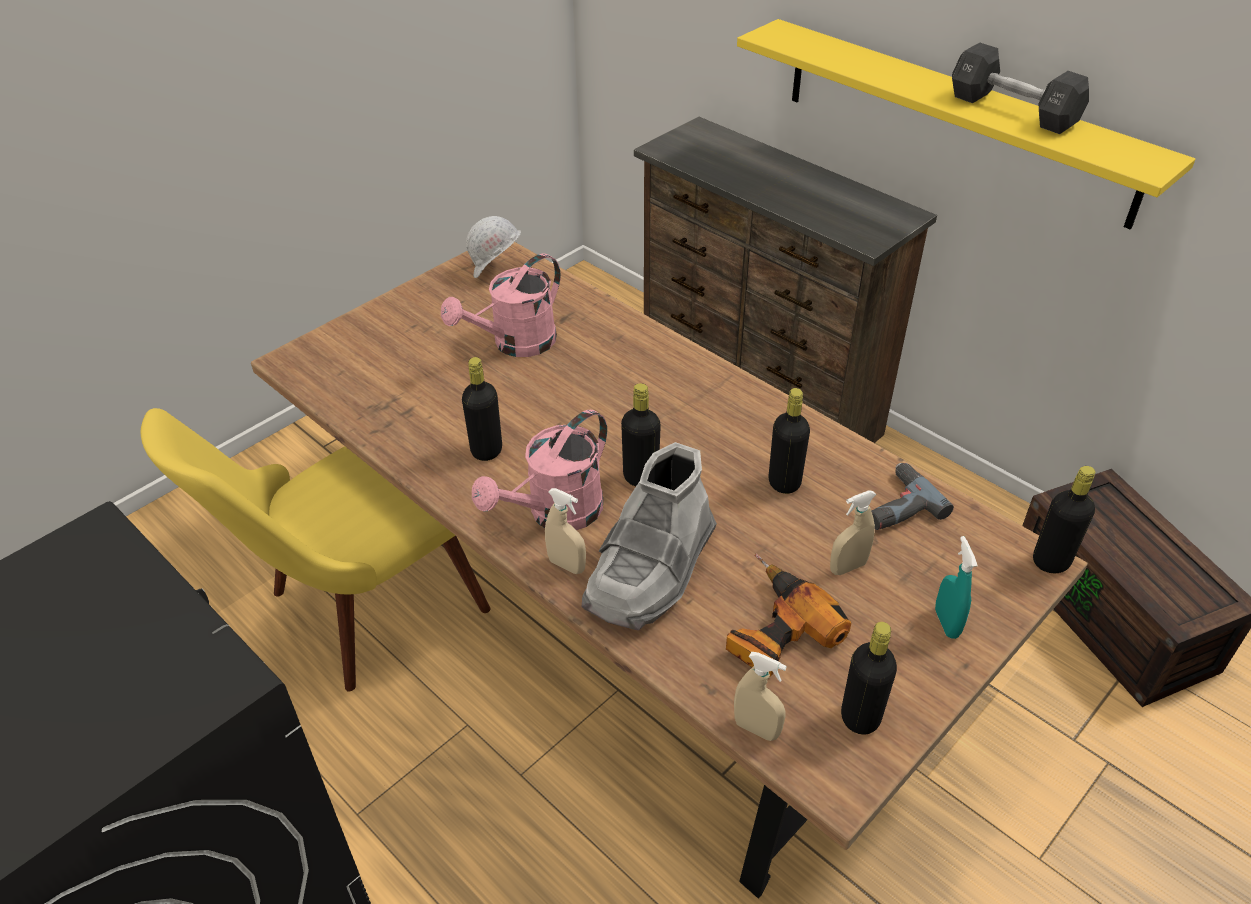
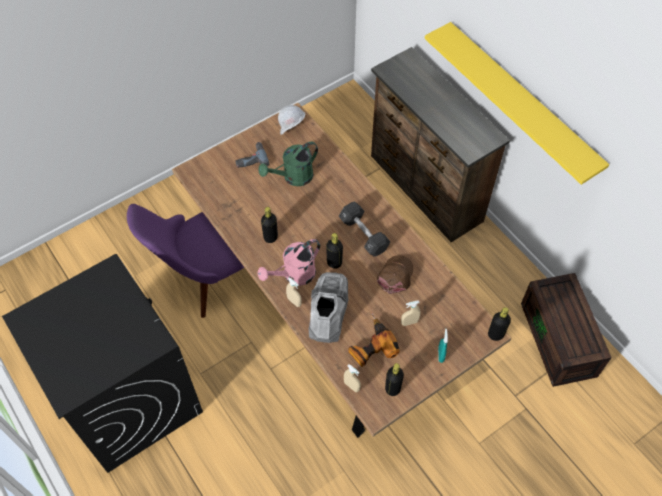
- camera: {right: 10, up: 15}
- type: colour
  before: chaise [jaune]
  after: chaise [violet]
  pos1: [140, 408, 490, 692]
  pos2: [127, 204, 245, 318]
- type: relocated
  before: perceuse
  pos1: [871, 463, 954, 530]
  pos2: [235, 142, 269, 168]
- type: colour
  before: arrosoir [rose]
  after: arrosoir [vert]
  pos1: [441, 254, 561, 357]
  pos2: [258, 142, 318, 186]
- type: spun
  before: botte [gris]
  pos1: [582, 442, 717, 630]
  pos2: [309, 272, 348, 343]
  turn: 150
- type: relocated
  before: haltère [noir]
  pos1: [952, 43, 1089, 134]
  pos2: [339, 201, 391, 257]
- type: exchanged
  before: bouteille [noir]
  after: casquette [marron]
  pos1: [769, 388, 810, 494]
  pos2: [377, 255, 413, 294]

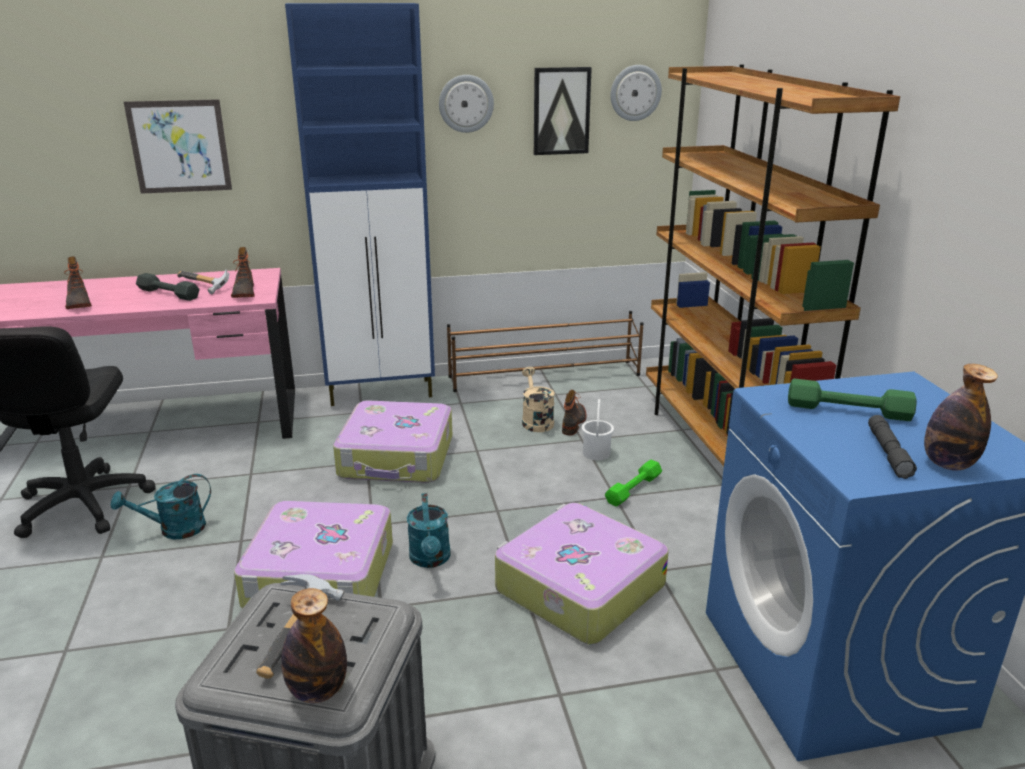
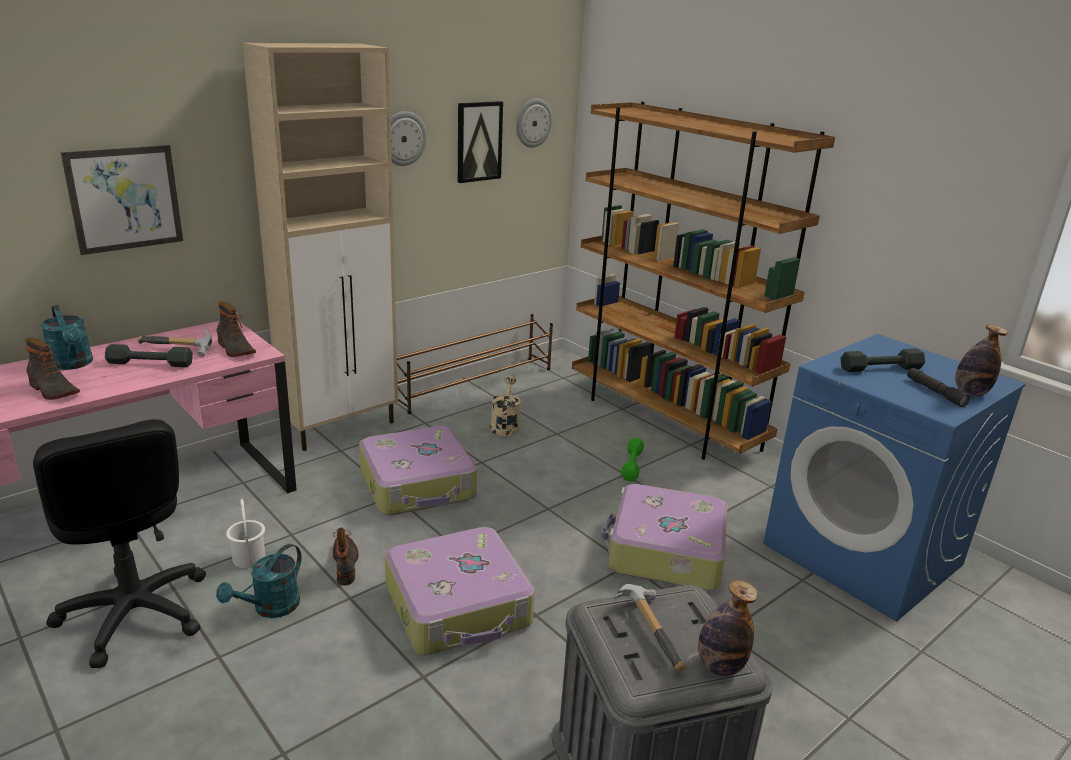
- camera: {right: -30, up: 0}
- type: relocated
  before: arrosoir [turquoise]
  pos1: [407, 493, 451, 568]
  pos2: [40, 305, 93, 370]
- type: relocated
  before: seau [blanc]
  pos1: [582, 399, 614, 460]
  pos2: [226, 499, 265, 568]
- type: colour
  before: meuble de rangement [bleu]
  after: meuble de rangement [beige]
  pos1: [285, 3, 435, 406]
  pos2: [242, 43, 398, 451]
- type: relocated
  before: botte
  pos1: [562, 390, 586, 435]
  pos2: [333, 528, 359, 585]
- type: spun
  before: arrosoir [beige]
  pos1: [522, 367, 555, 432]
  pos2: [490, 376, 521, 436]
  turn: 45
- type: colour
  before: haltère [vert]
  after: haltère [gris]
  pos1: [788, 379, 917, 421]
  pos2: [841, 348, 925, 372]

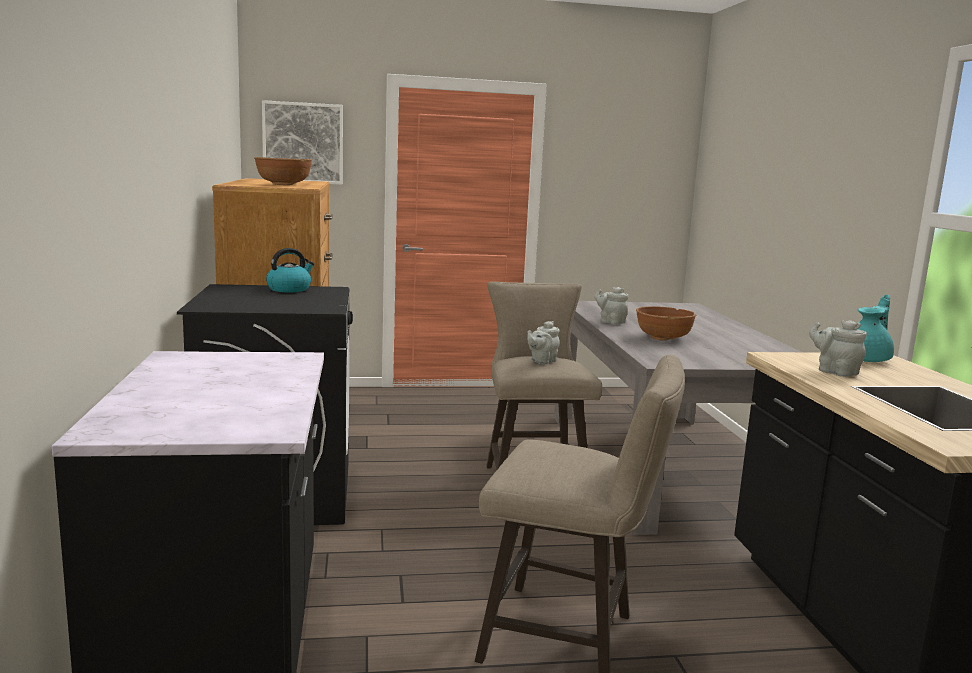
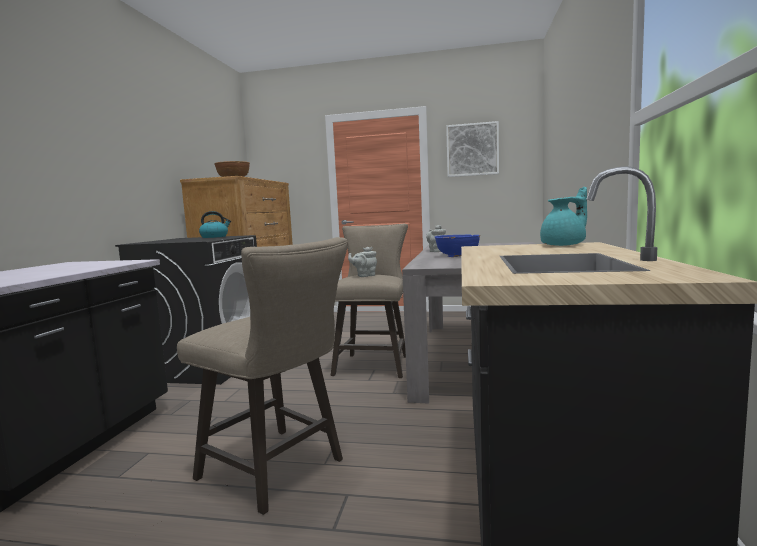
- camera: {right: 20, up: -5}
- type: colour
  before: bol [marron]
  after: bol [bleu]
  pos1: [636, 306, 696, 340]
  pos2: [435, 235, 480, 257]
- type: relocated
  before: tableau
  pos1: [262, 100, 343, 185]
  pos2: [446, 121, 499, 177]
- type: missing
  before: théière [gris]
  pos1: [809, 320, 867, 377]

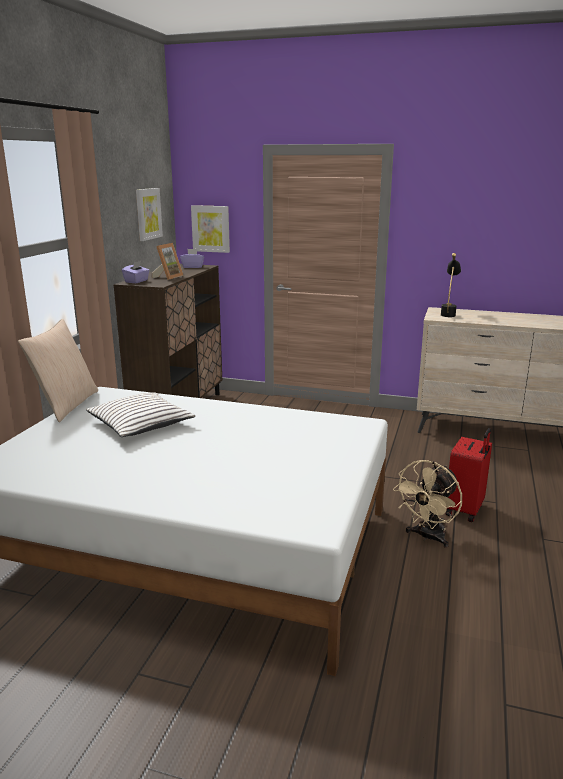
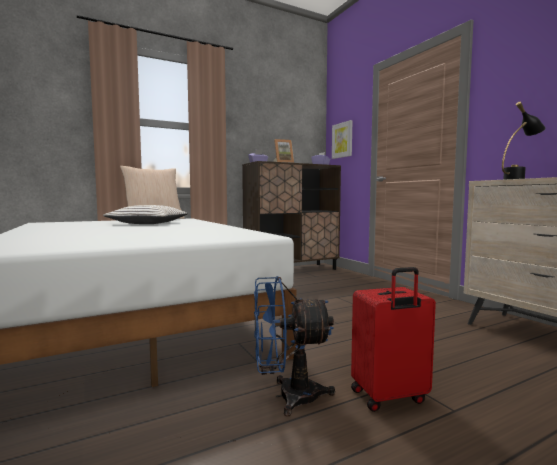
- camera: {right: 45, up: -15}
- type: colour
  before: ventilateur [beige]
  after: ventilateur [bleu]
  pos1: [393, 460, 462, 548]
  pos2: [254, 276, 335, 417]
- type: missing
  before: tableau
  pos1: [136, 188, 163, 241]

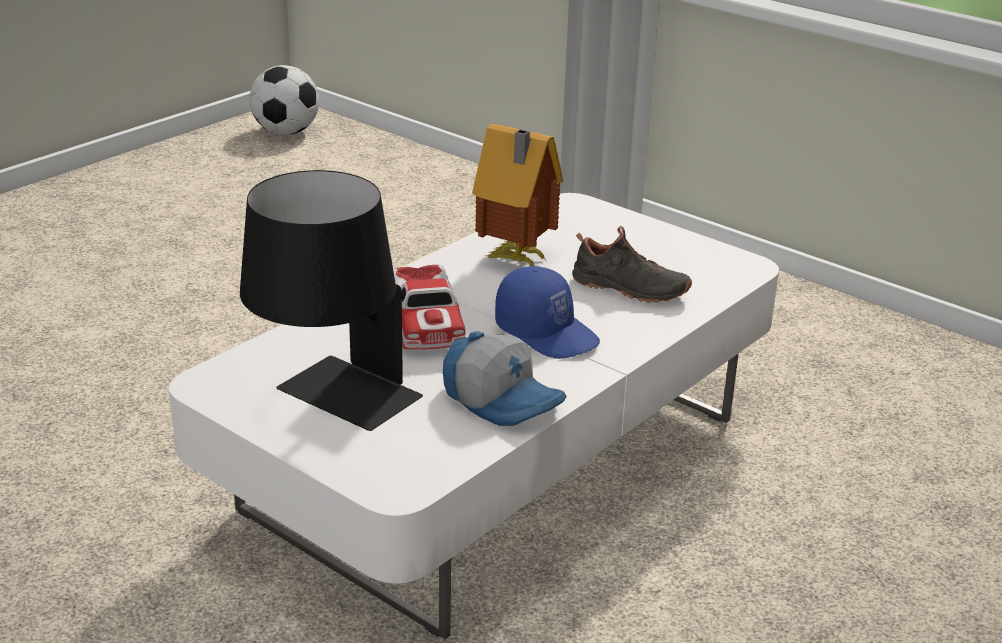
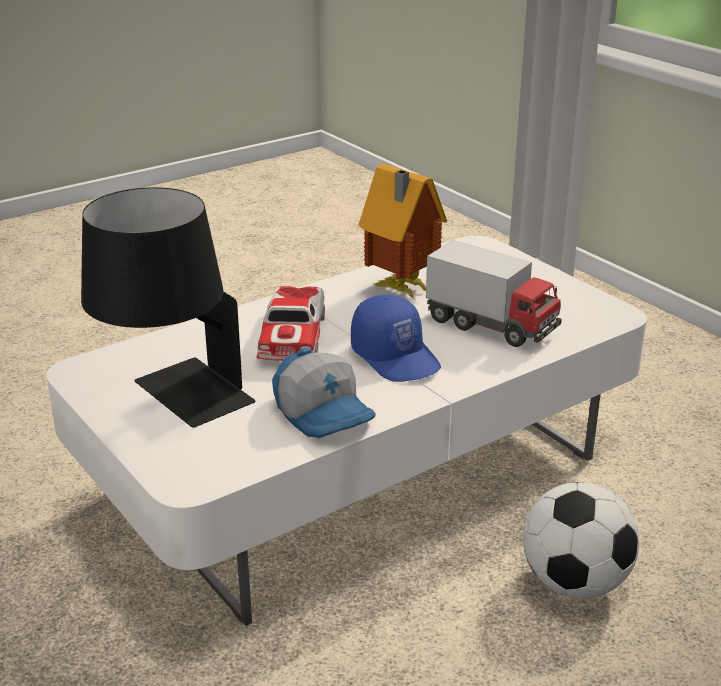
- camera: {right: 15, up: 0}
- type: exchanged
  before: chaussure [noir]
  after: camion jouet
  pos1: [572, 226, 692, 303]
  pos2: [426, 240, 562, 347]
- type: relocated
  before: ballon de foot
  pos1: [249, 65, 319, 135]
  pos2: [523, 482, 640, 598]

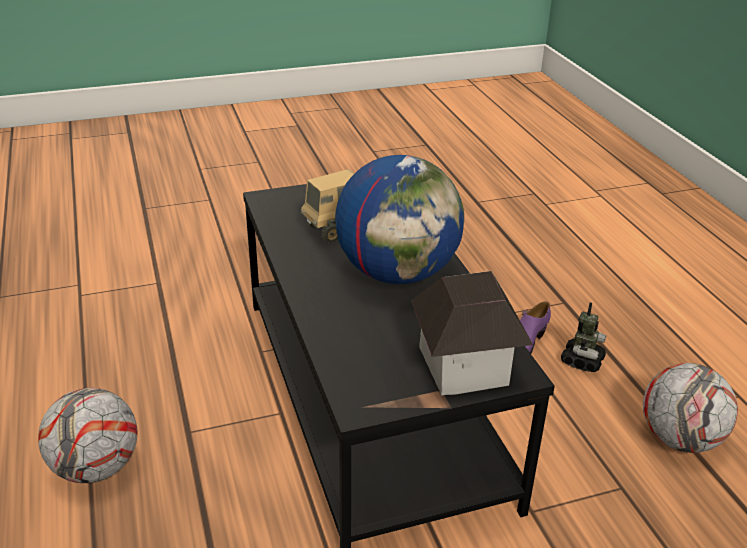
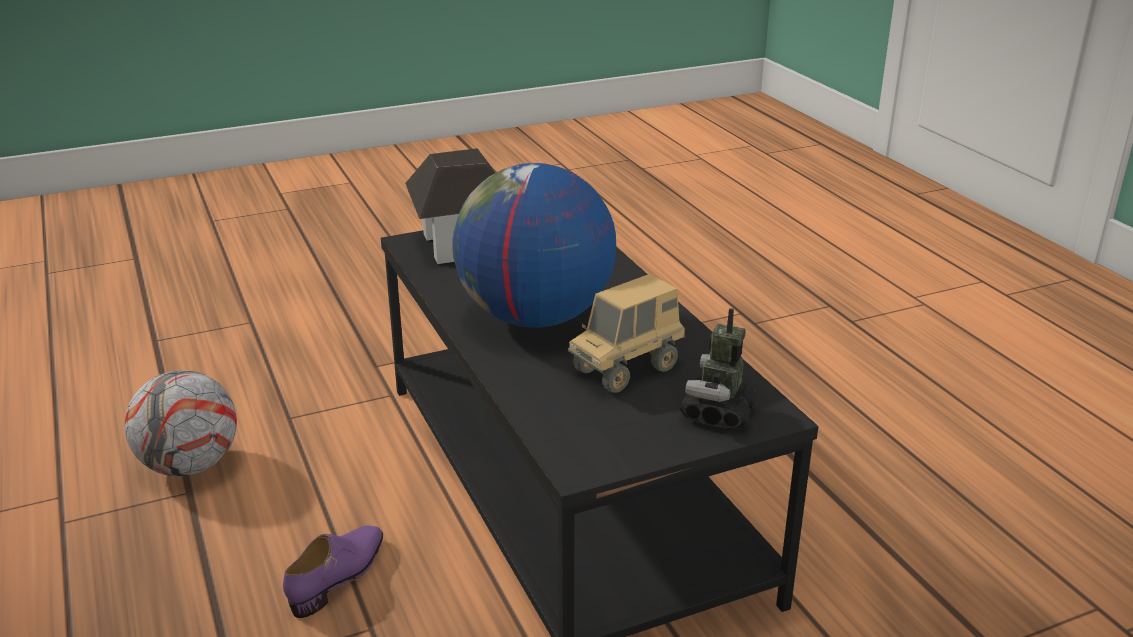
- camera: {right: 175, up: -5}
- type: relocated
  before: robot jouet
  pos1: [561, 302, 606, 372]
  pos2: [680, 308, 758, 429]
- type: missing
  before: ballon de foot
  pos1: [38, 388, 137, 483]

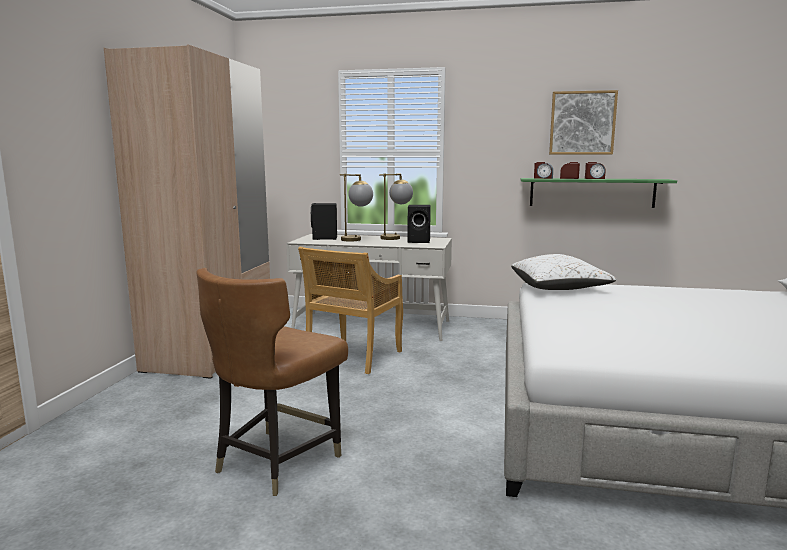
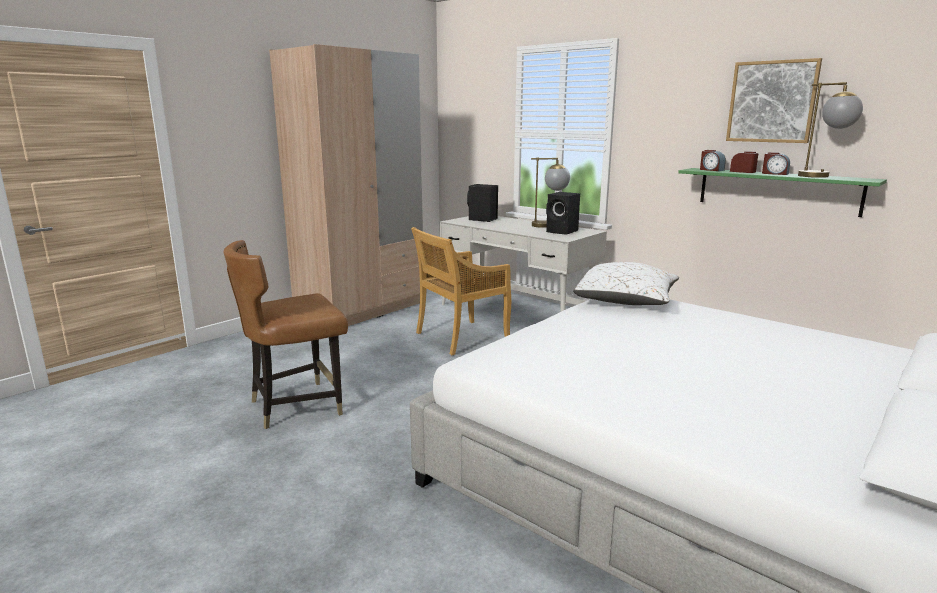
- camera: {right: 30, up: 5}
- type: relocated
  before: lampe de table
  pos1: [340, 174, 373, 242]
  pos2: [798, 82, 863, 178]

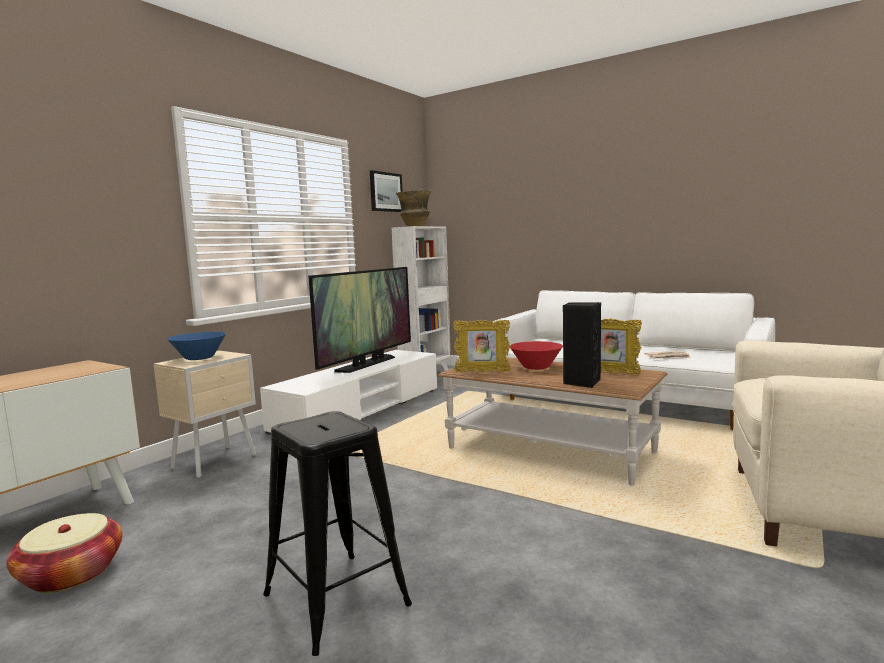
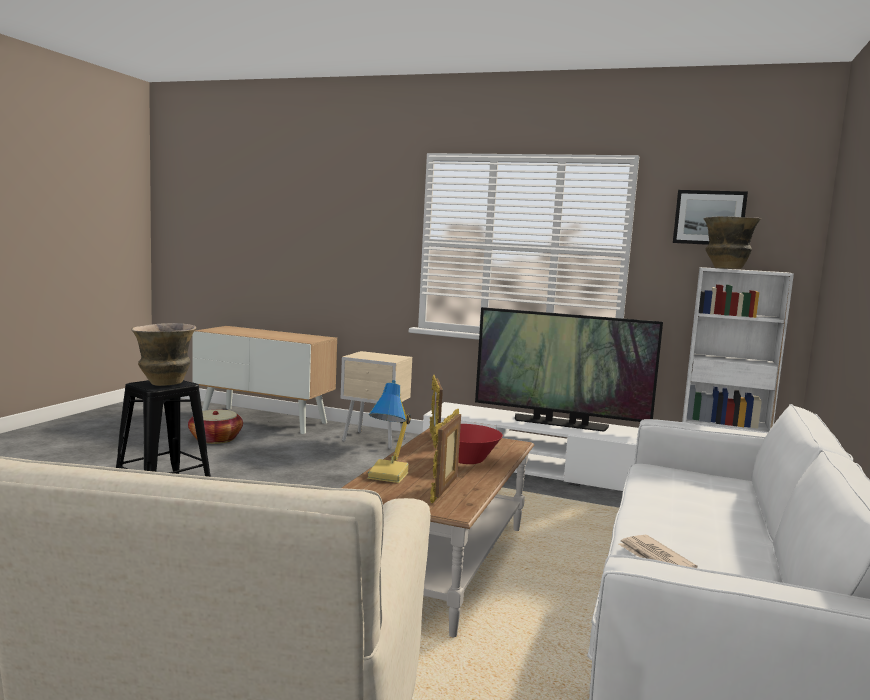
- camera: {right: 75, up: 0}
- type: appeared
  after: vase
  pos2: [131, 323, 196, 386]
- type: exchanged
  before: enceinte [noir]
  after: lampe de table
  pos1: [563, 302, 601, 388]
  pos2: [367, 380, 411, 483]
- type: missing
  before: bol [bleu]
  pos1: [167, 332, 226, 360]

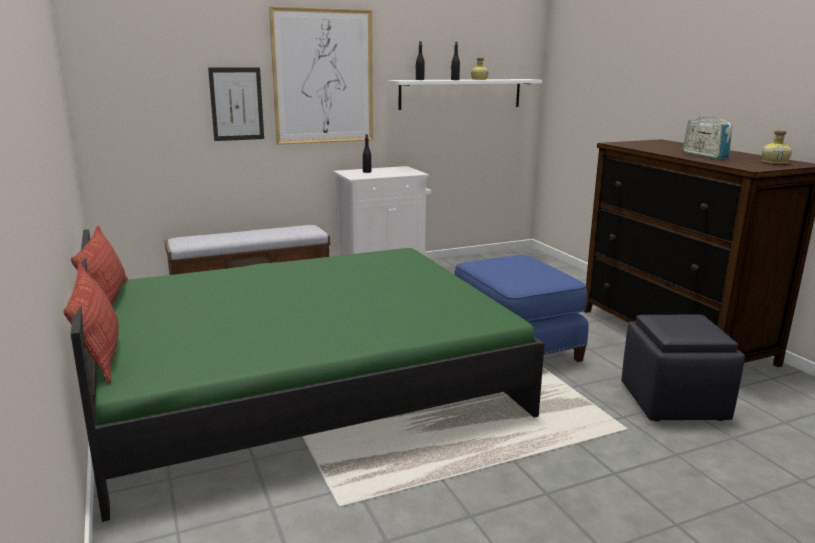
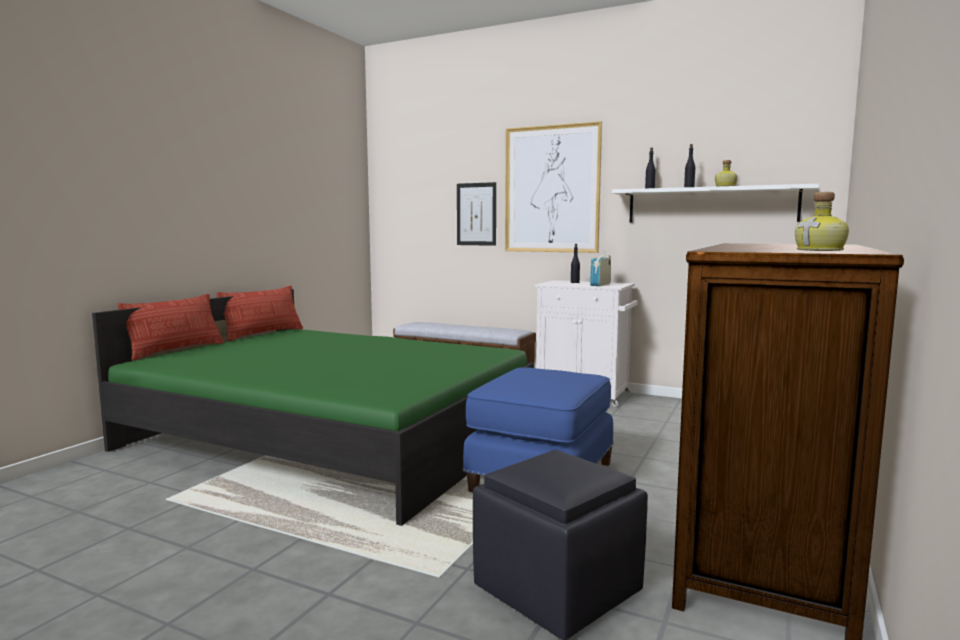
- camera: {right: 50, up: -10}
- type: relocated
  before: radio
  pos1: [683, 112, 733, 159]
  pos2: [590, 251, 611, 286]

